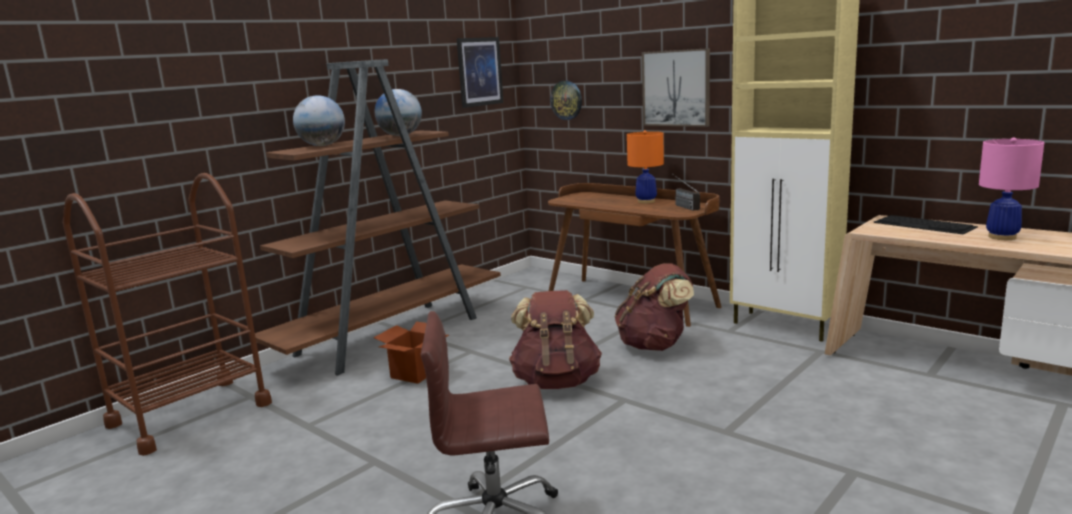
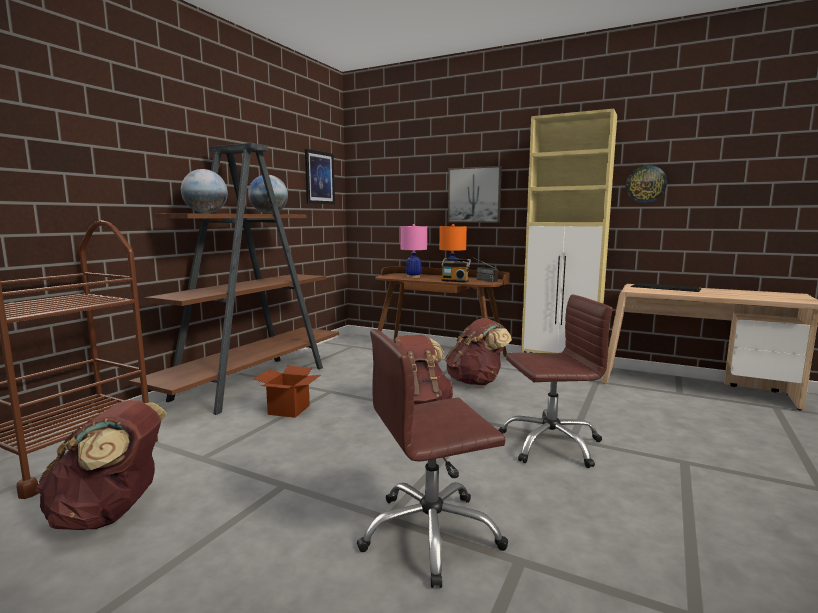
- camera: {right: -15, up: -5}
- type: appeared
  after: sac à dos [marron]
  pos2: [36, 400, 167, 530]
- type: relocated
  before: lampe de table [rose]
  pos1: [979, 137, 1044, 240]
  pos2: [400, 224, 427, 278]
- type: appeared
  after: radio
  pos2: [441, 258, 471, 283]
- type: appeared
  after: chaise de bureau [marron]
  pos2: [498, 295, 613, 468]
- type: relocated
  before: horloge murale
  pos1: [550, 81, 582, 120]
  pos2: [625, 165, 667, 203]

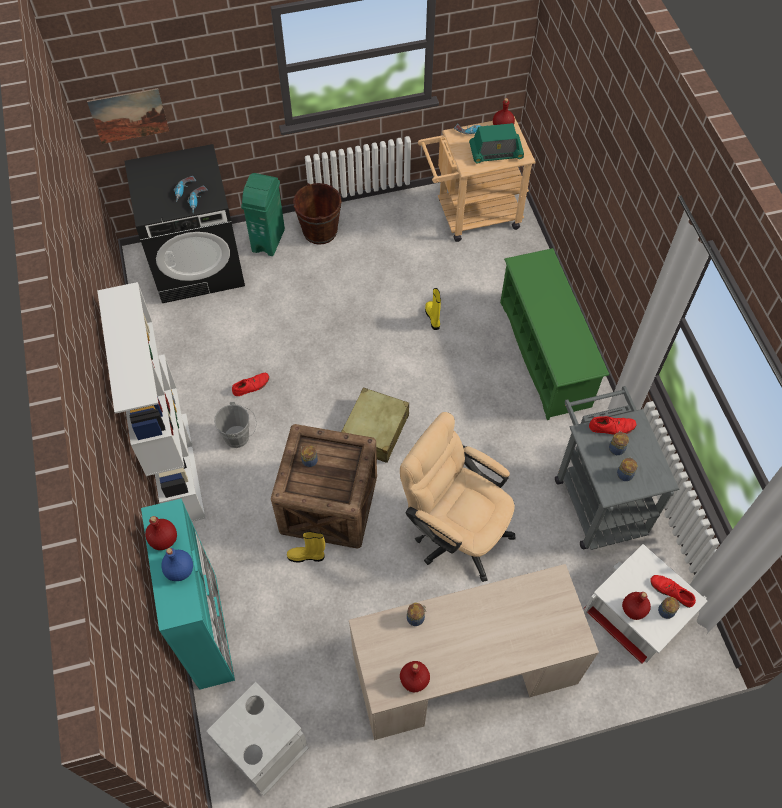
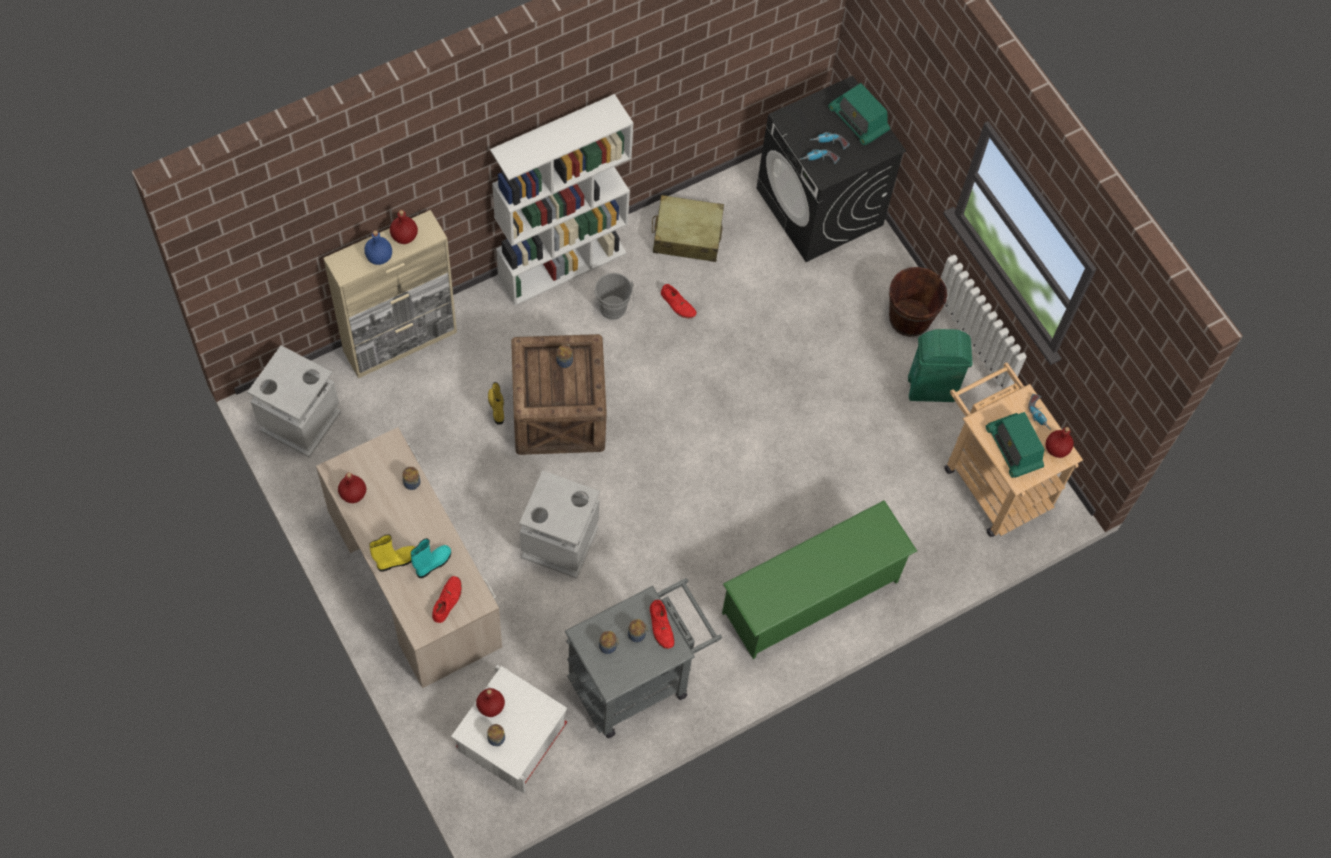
- camera: {right: 70, up: 5}
- type: colour
  before: meuble de rangement [turquoise]
  after: meuble de rangement [beige]
  pos1: [141, 499, 235, 690]
  pos2: [323, 210, 457, 379]
- type: relocated
  before: botte [jaune]
  pos1: [425, 288, 441, 330]
  pos2: [369, 534, 415, 572]
- type: appeared
  after: botte [turquoise]
  pos2: [411, 538, 451, 578]
- type: relocated
  before: chaussure [rouge]
  pos1: [650, 575, 696, 608]
  pos2: [432, 576, 462, 623]
- type: exchanged
  before: chaise de bureau [beige]
  after: poubelle [gris]
  pos1: [400, 412, 516, 582]
  pos2: [519, 470, 600, 579]
- type: relocated
  before: valise [beige]
  pos1: [341, 388, 409, 463]
  pos2: [652, 195, 724, 262]
- type: appeared
  after: radio
  pos2: [828, 83, 890, 145]
- type: relocated
  before: poubelle [vert]
  pos1: [241, 173, 285, 256]
  pos2: [908, 329, 972, 402]
- type: missing
  before: tableau
  pos1: [87, 88, 169, 144]

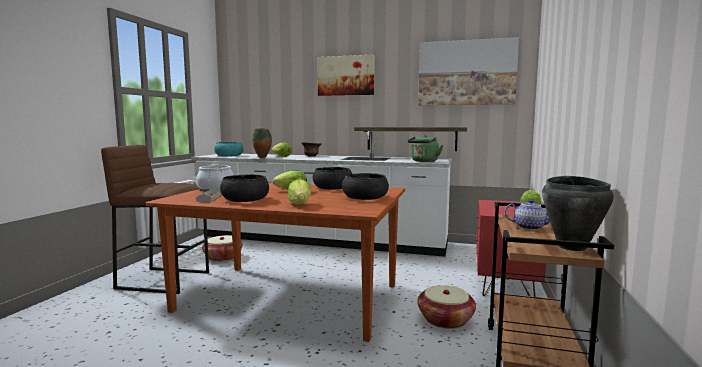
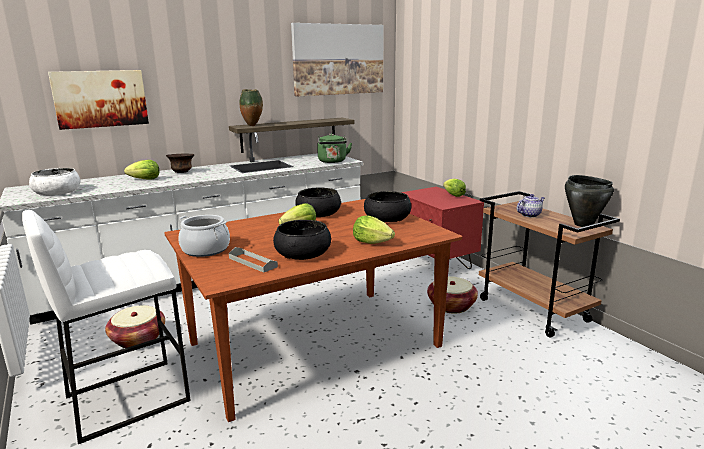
- camera: {right: -45, up: 10}
- type: colour
  before: tabouret [marron]
  after: tabouret [blanc]
  pos1: [101, 145, 209, 294]
  pos2: [22, 210, 191, 444]
- type: colour
  before: bol [turquoise]
  after: bol [blanc]
  pos1: [214, 142, 244, 157]
  pos2: [29, 168, 80, 196]
- type: relocated
  before: tableau
  pos1: [317, 54, 375, 96]
  pos2: [48, 70, 149, 130]
- type: relocated
  before: vase
  pos1: [252, 128, 272, 158]
  pos2: [239, 89, 263, 126]

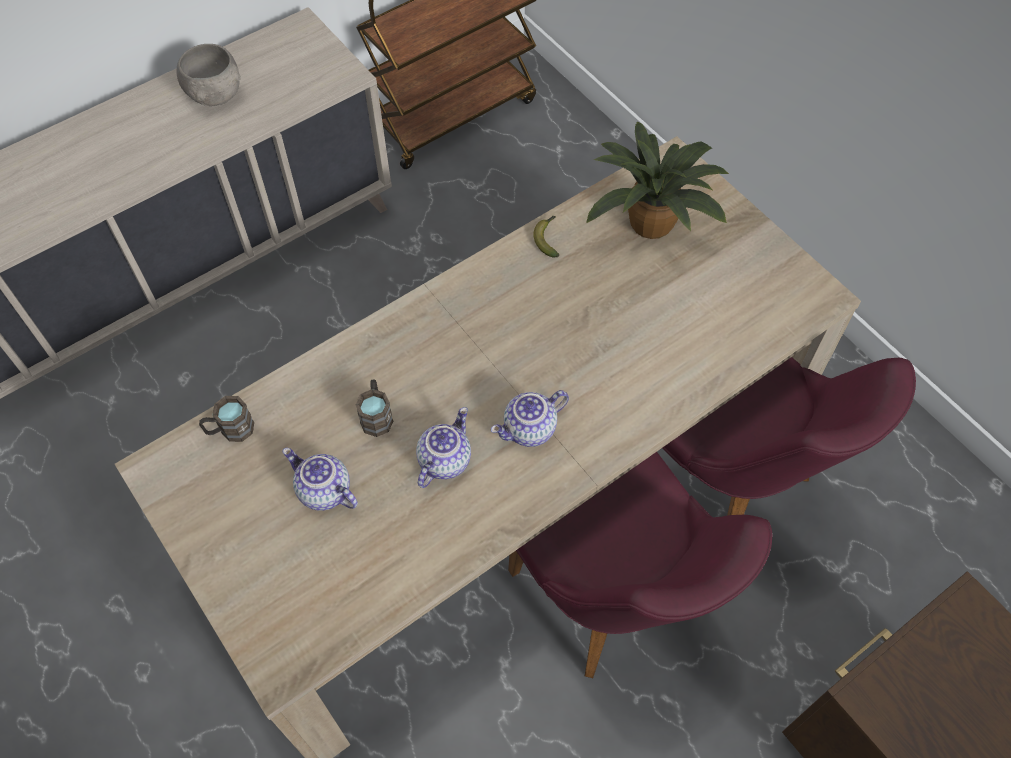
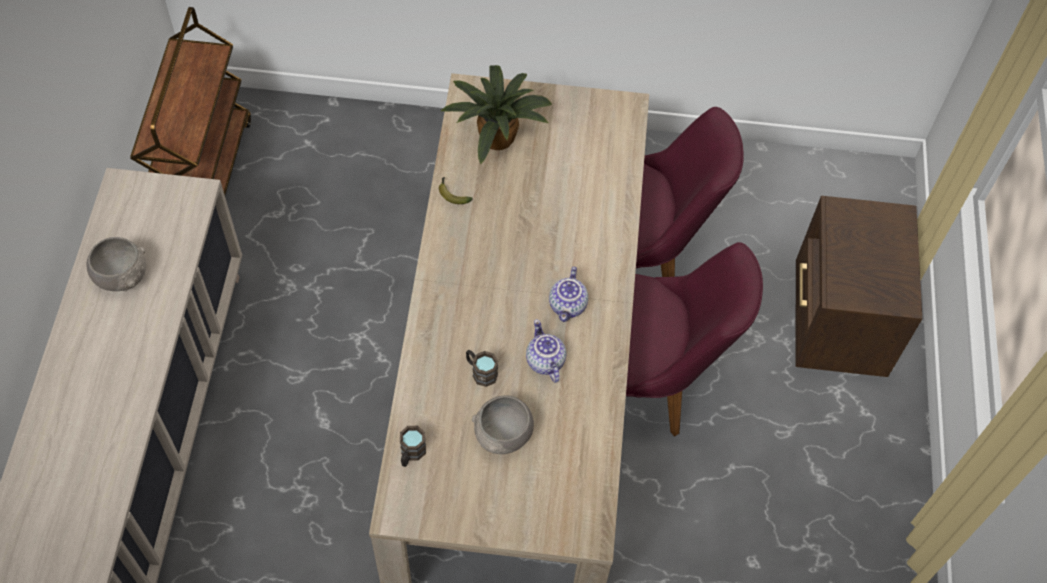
- camera: {right: -50, up: 0}
- type: exchanged
  before: théière
  after: bol [gris]
  pos1: [283, 448, 358, 511]
  pos2: [472, 395, 534, 454]

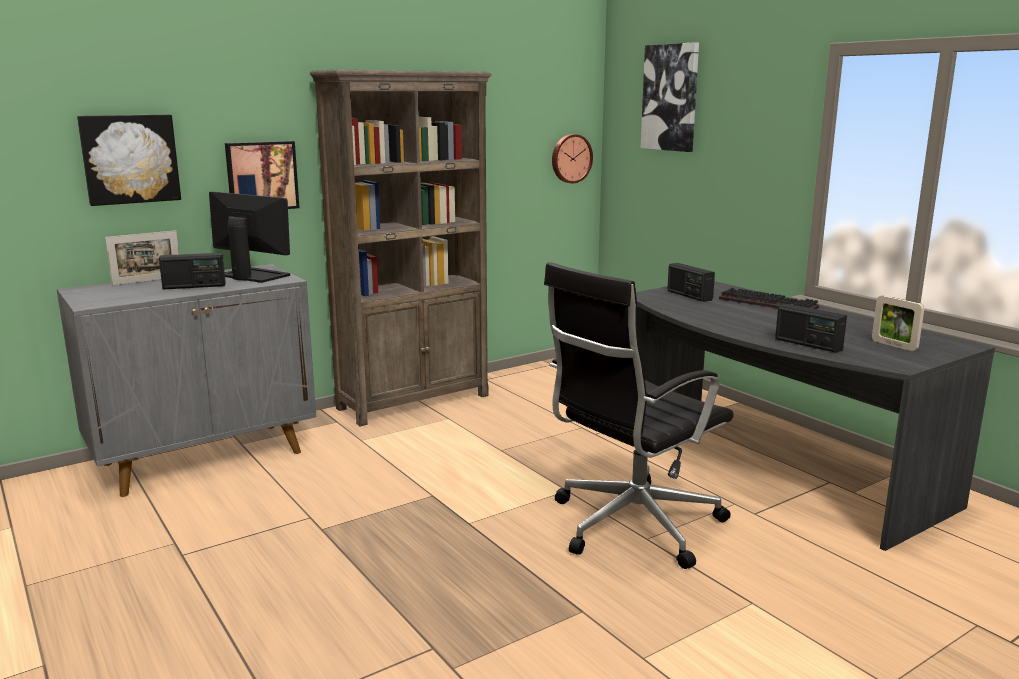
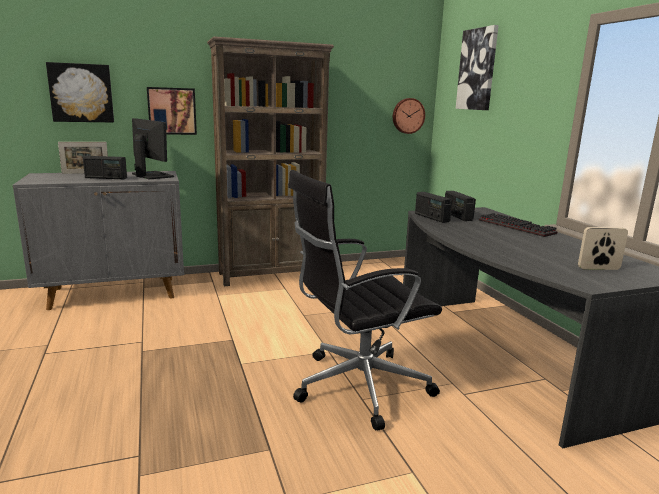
- camera: {right: 15, up: 0}
- type: relocated
  before: radio
  pos1: [775, 304, 847, 353]
  pos2: [415, 192, 452, 223]
- type: spun
  before: cadre photo
  pos1: [872, 295, 924, 351]
  pos2: [578, 227, 628, 270]
  turn: 105

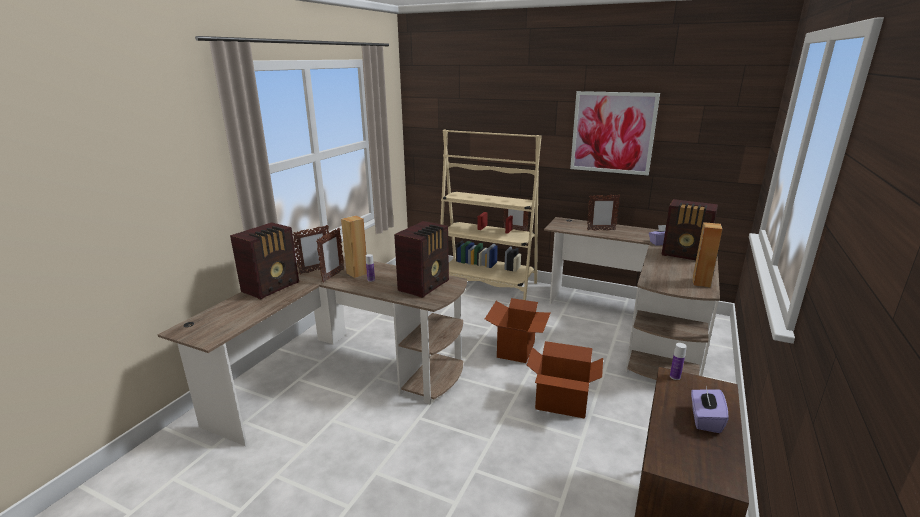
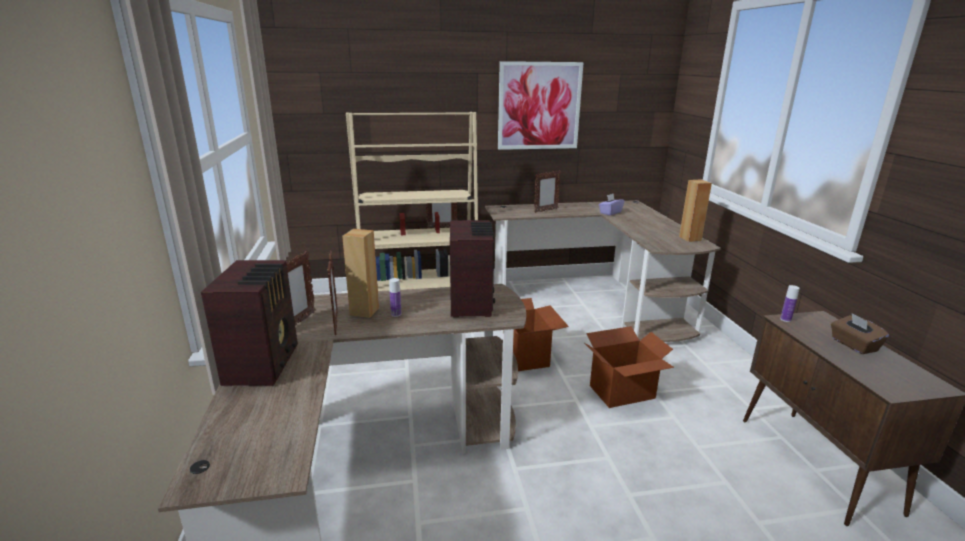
- camera: {right: -35, up: 0}
- type: colour
  before: boîte à mouchoirs [violet]
  after: boîte à mouchoirs [marron]
  pos1: [691, 386, 729, 433]
  pos2: [831, 313, 889, 354]
- type: missing
  before: radio
  pos1: [662, 199, 718, 260]

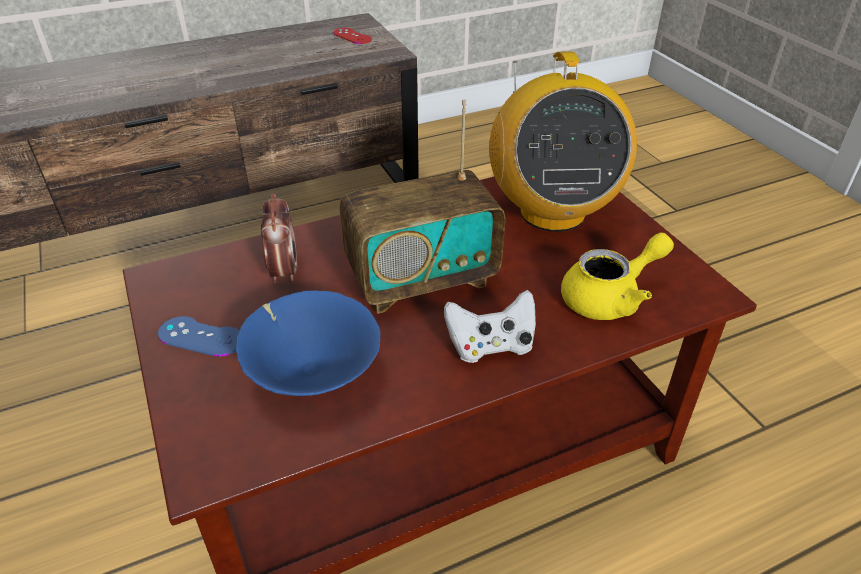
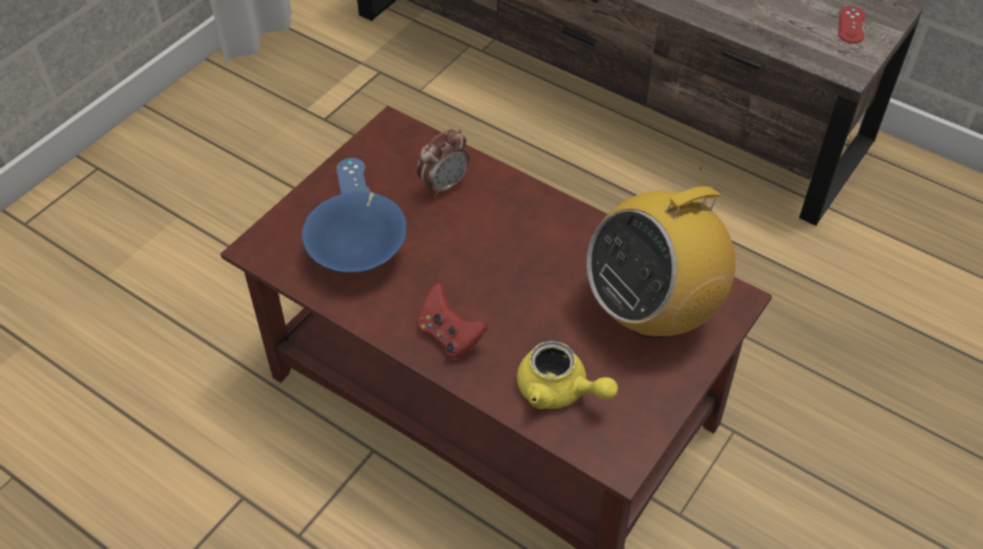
- camera: {right: 60, up: 10}
- type: colour
  before: manette [blanc]
  after: manette [rouge]
  pos1: [444, 290, 536, 363]
  pos2: [417, 283, 488, 360]
- type: missing
  before: radio
  pos1: [340, 99, 505, 314]

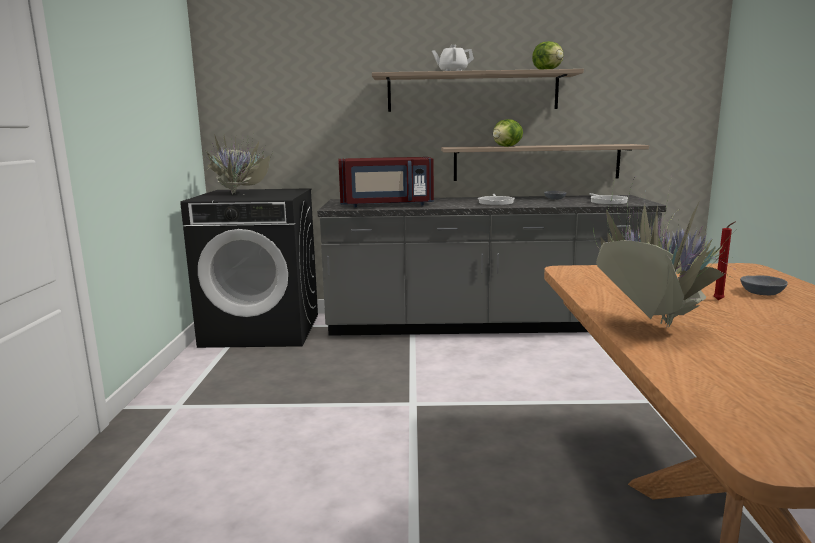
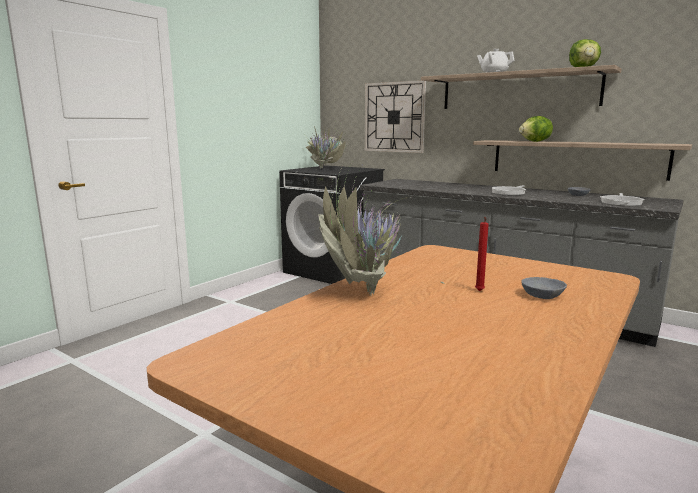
- camera: {right: 35, up: 0}
- type: appeared
  after: horloge murale
  pos2: [365, 80, 426, 153]
- type: missing
  before: micro-ondes [rouge]
  pos1: [338, 157, 434, 207]

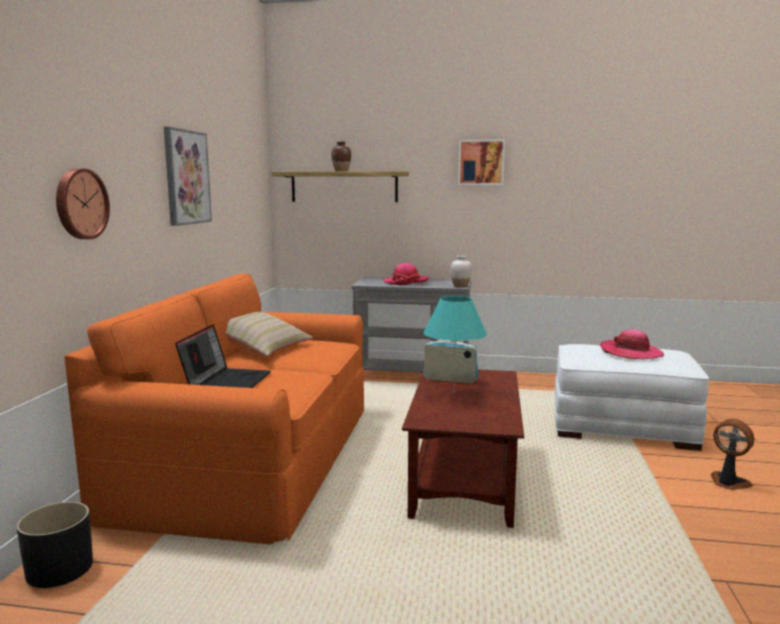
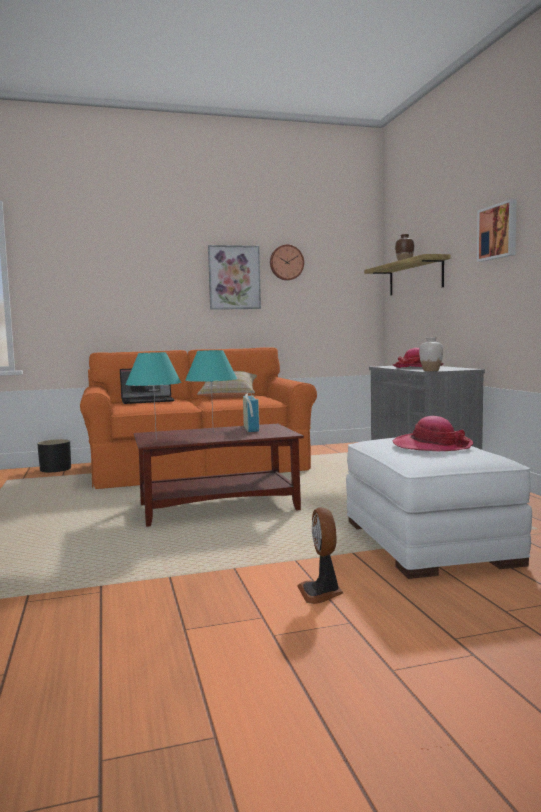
- camera: {right: 65, up: -5}
- type: appeared
  after: lampe de table [turquoise]
  pos2: [125, 352, 181, 439]
- type: relocated
  before: horloge murale
  pos1: [56, 168, 110, 239]
  pos2: [270, 244, 304, 280]
- type: spun
  before: ventilateur
  pos1: [711, 419, 754, 490]
  pos2: [297, 507, 343, 604]
  turn: 150

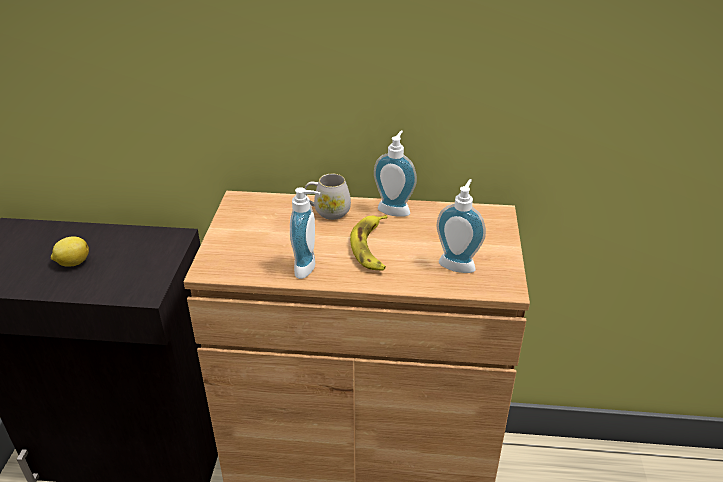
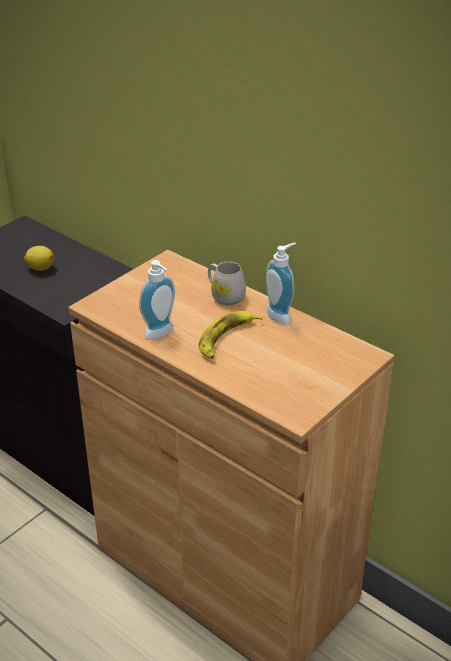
- camera: {right: 35, up: 0}
- type: missing
  before: distributeur de savon
  pos1: [437, 179, 486, 273]

